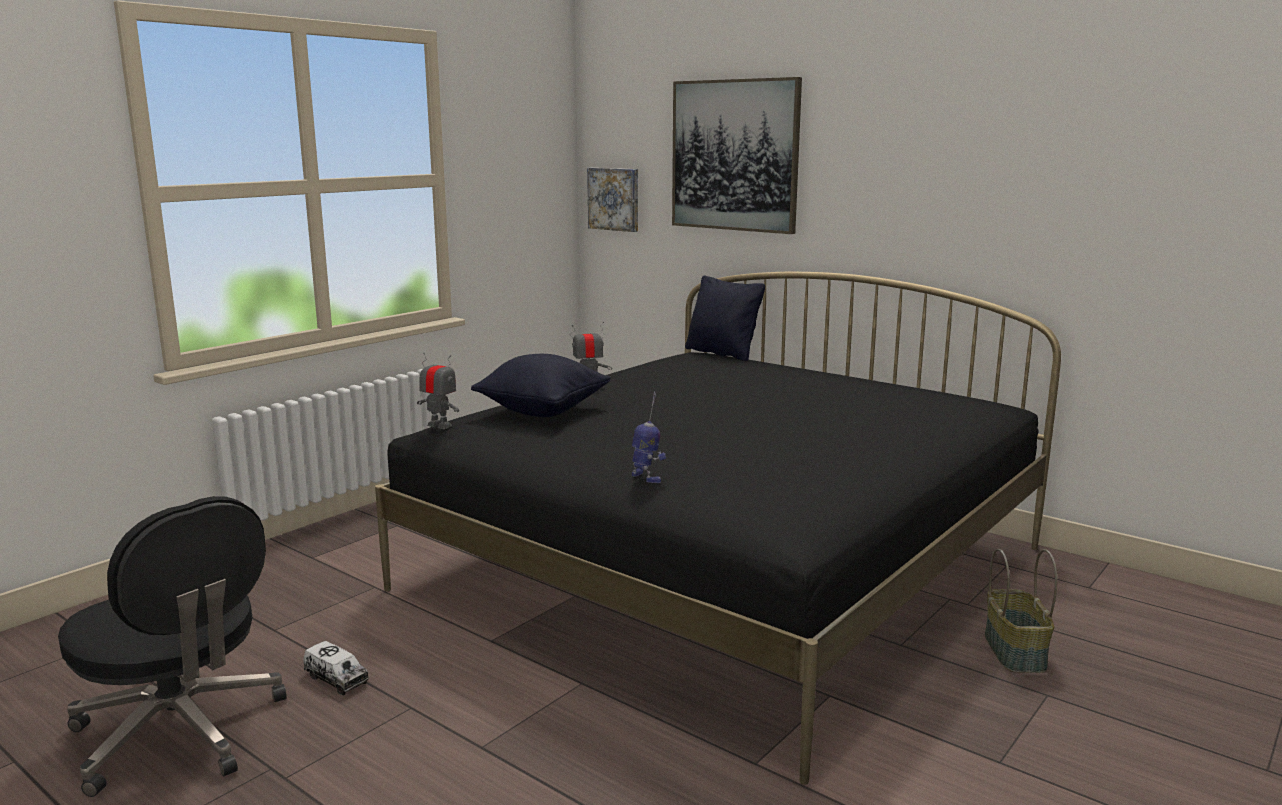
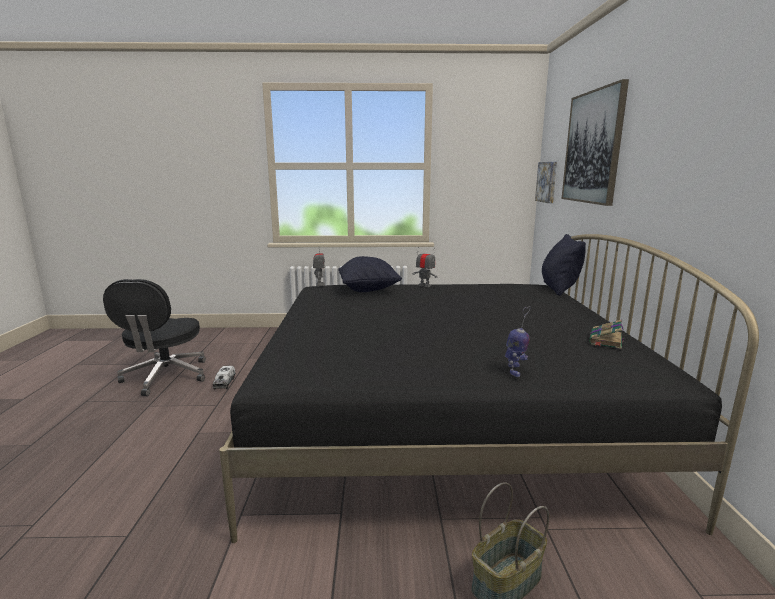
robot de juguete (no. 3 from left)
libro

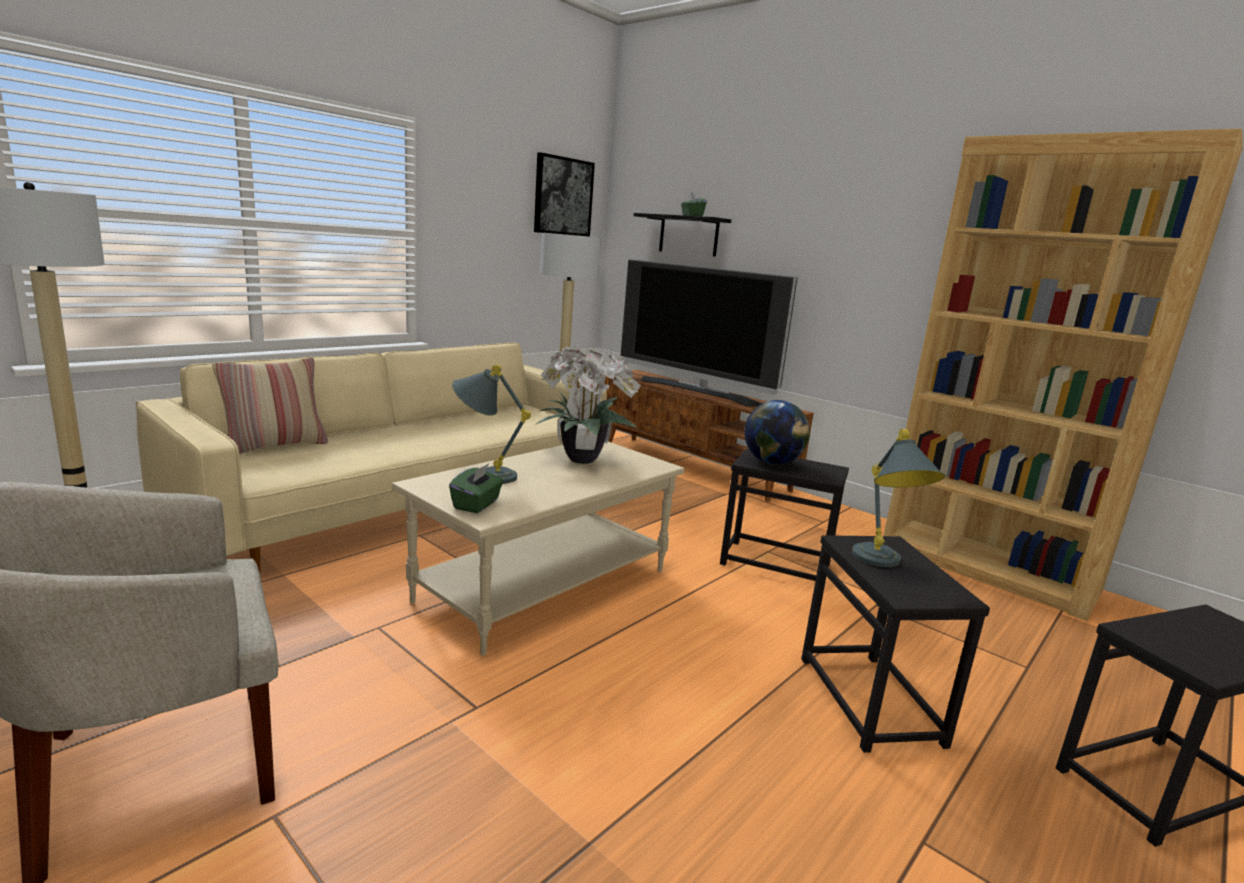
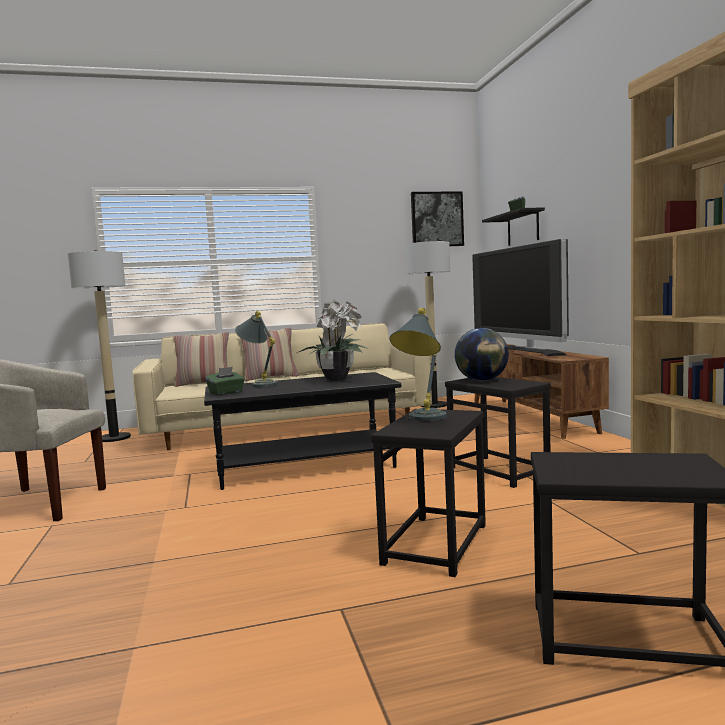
mesa de centro [negro]
cojín (no. 2 from left)

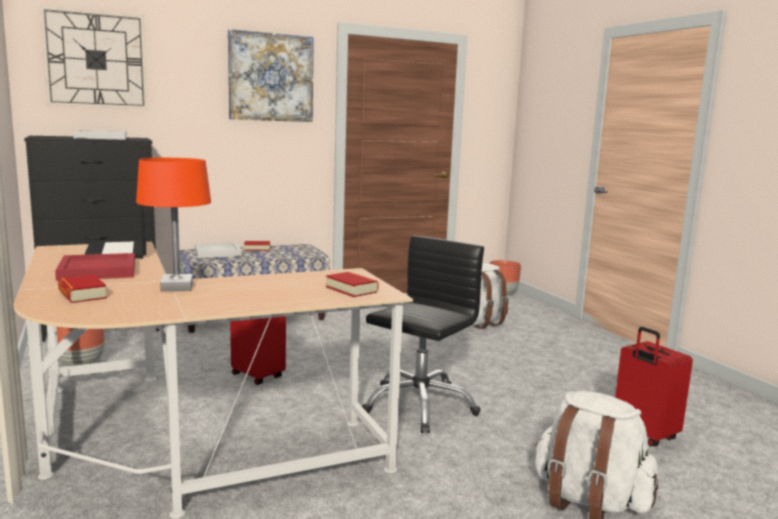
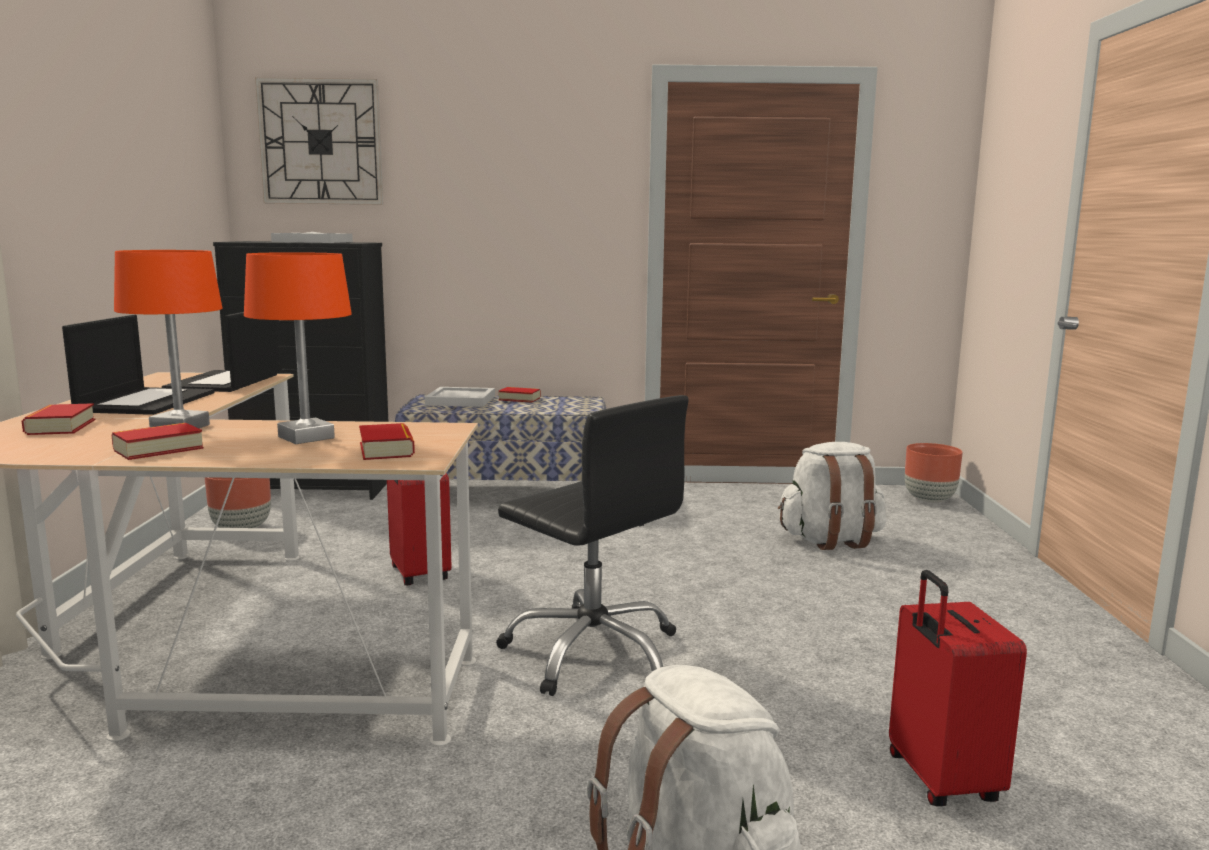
cuadro
silla de oficina [negro]
portátil (no. 1 from left)
lámpara de mesa [naranja] (no. 2 from left)
libro (no. 2 from left)

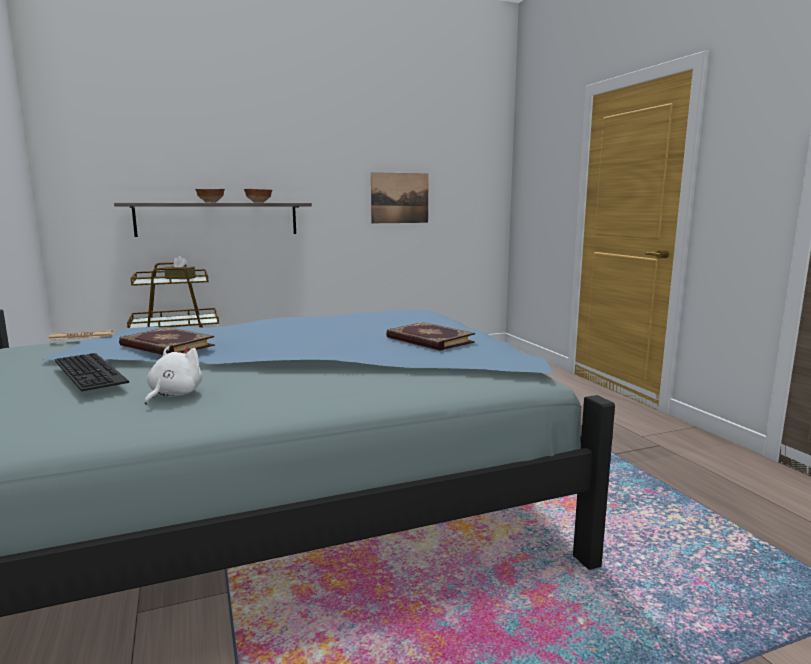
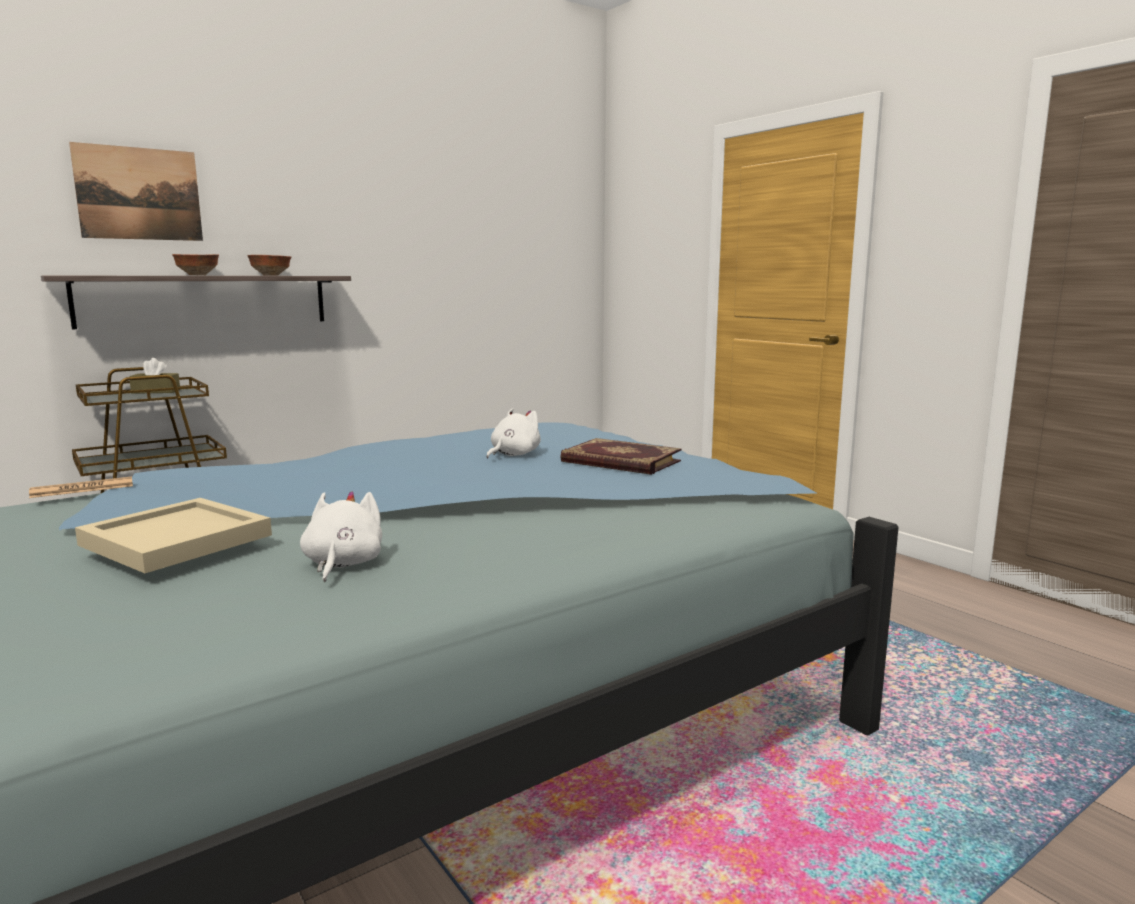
cuadro
libro (no. 1 from left in the first image)
bandeja [beis]
peluche [blanco] (no. 2 from left)

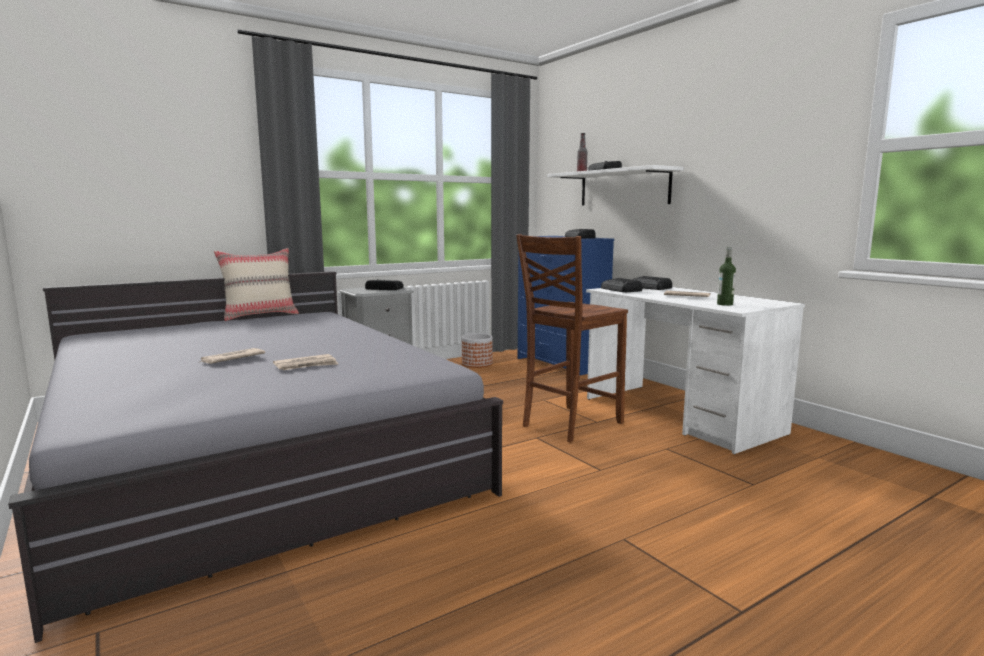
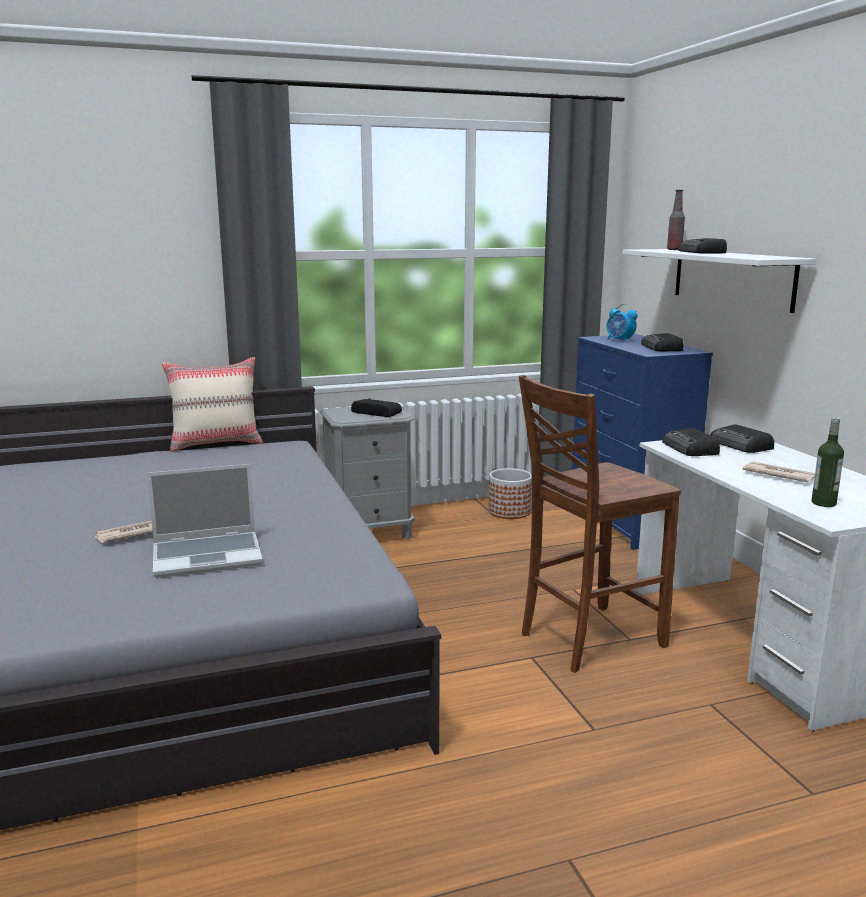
portátil
despertador

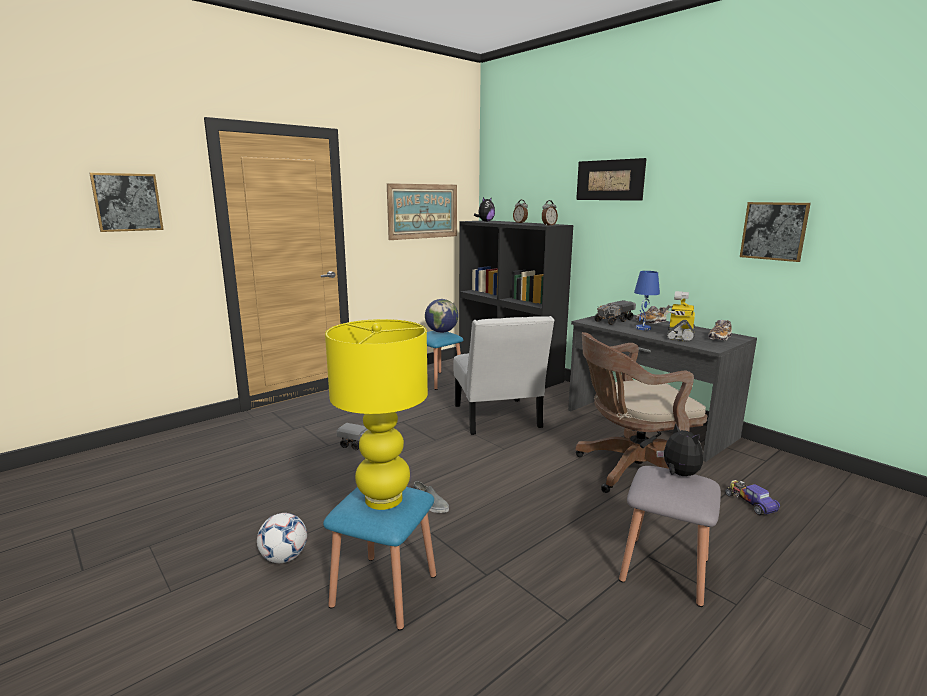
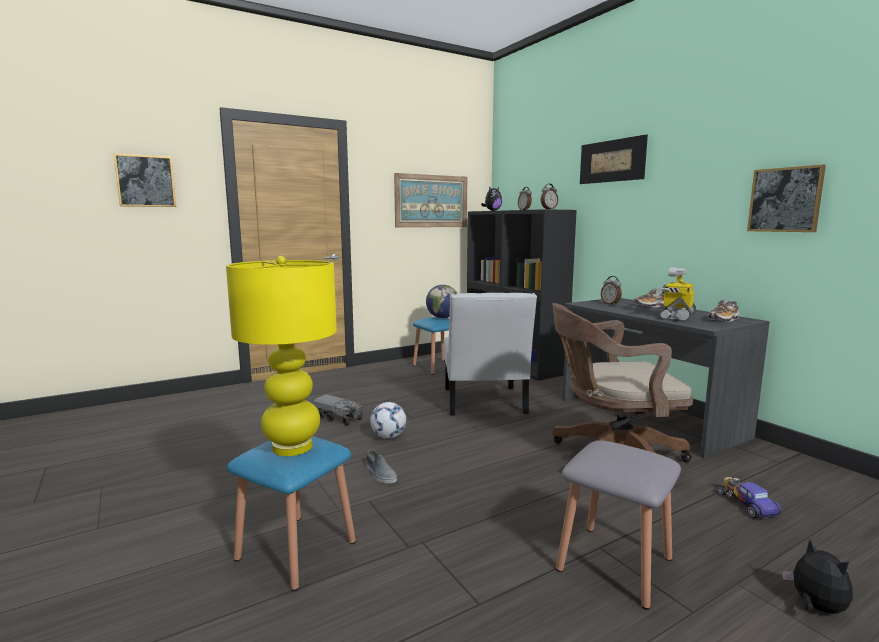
lámpara de mesa [azul]
despertador (no. 3 from left)
peluche (no. 2 from left)
balón de fútbol

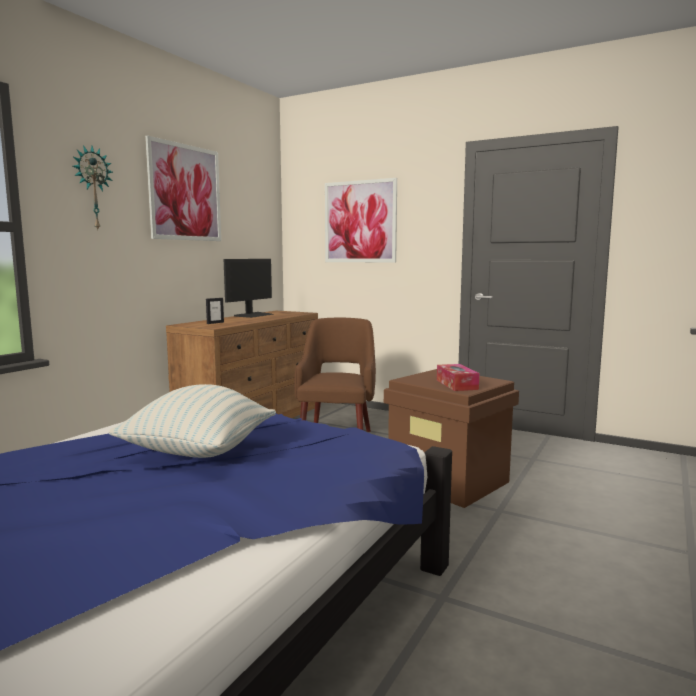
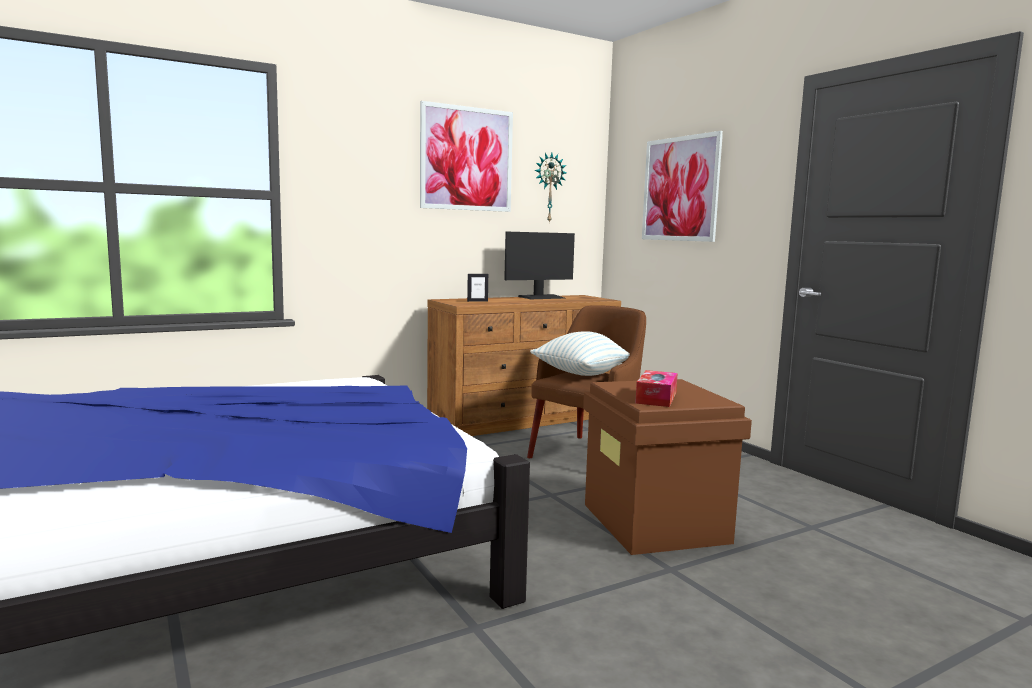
reloj de pared
cojín

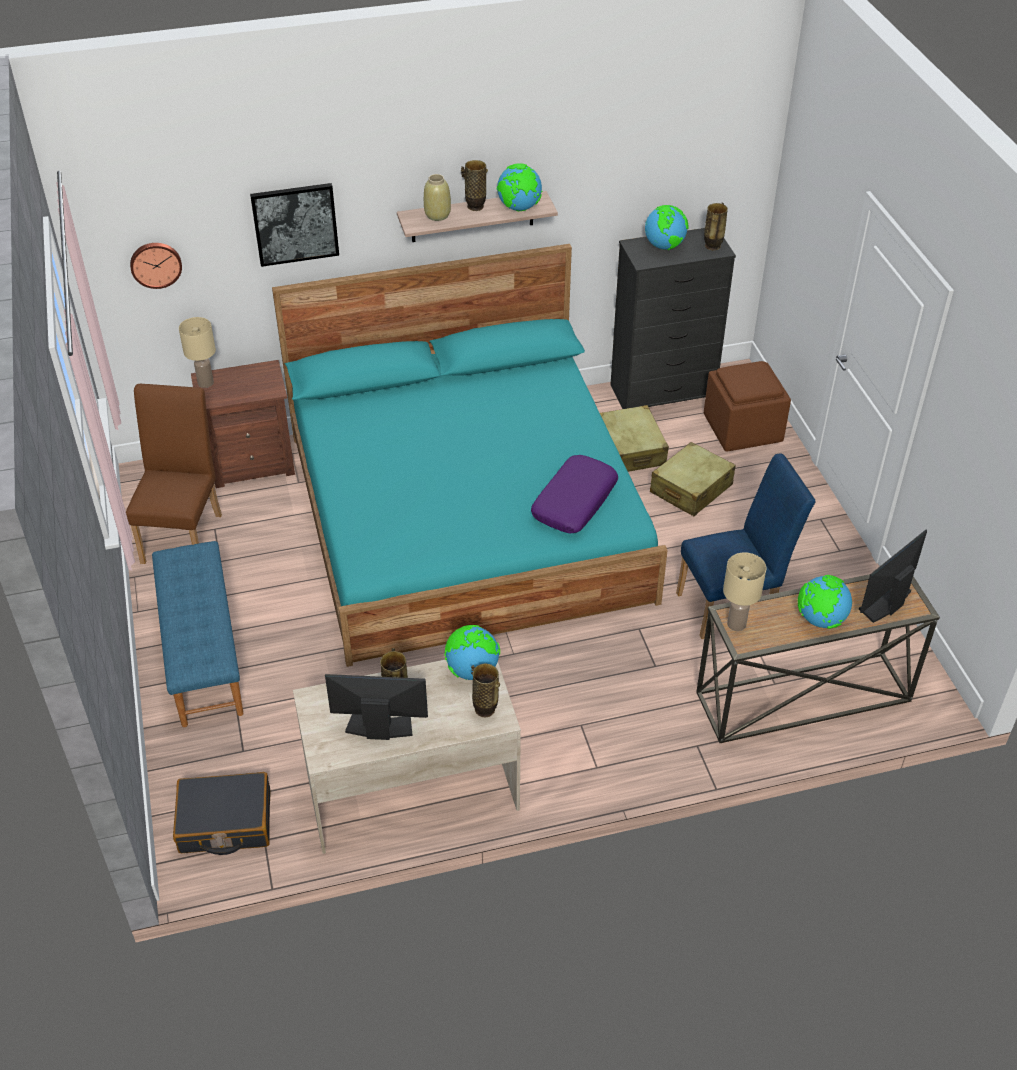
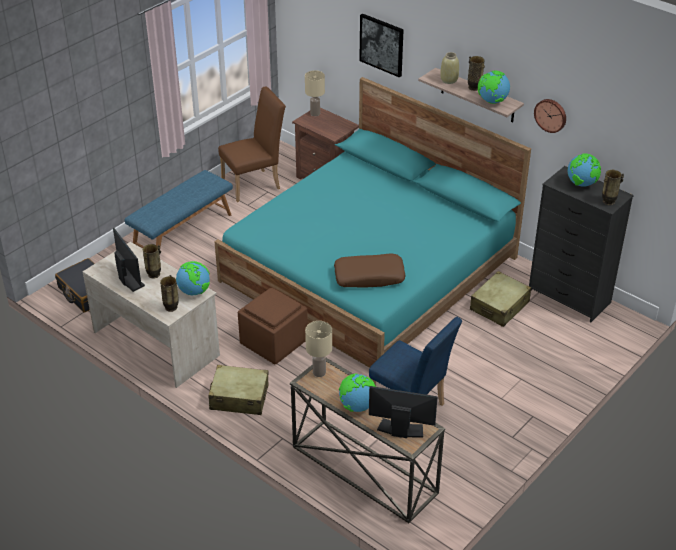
reloj de pared
puf [marrón]
maleta [beis] (no. 1 from left)
cojín [marrón]

